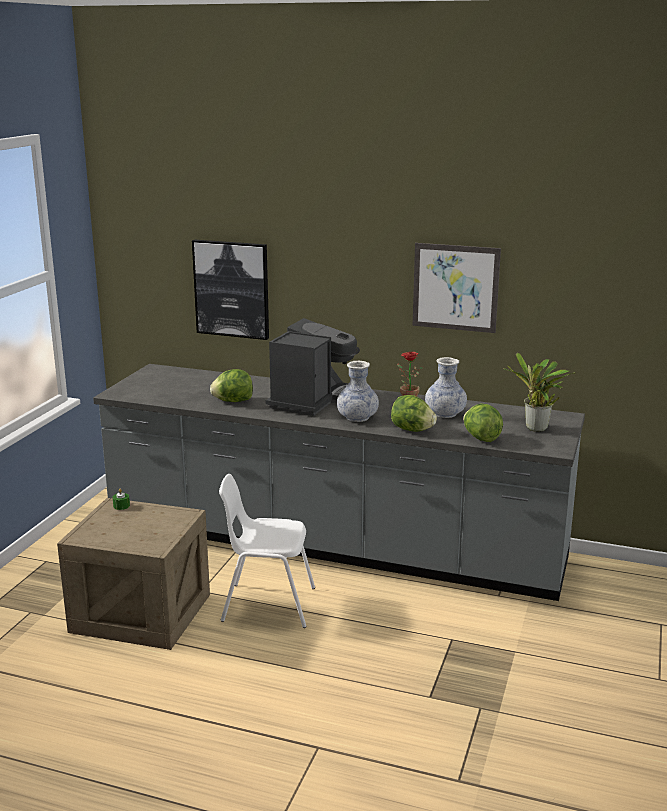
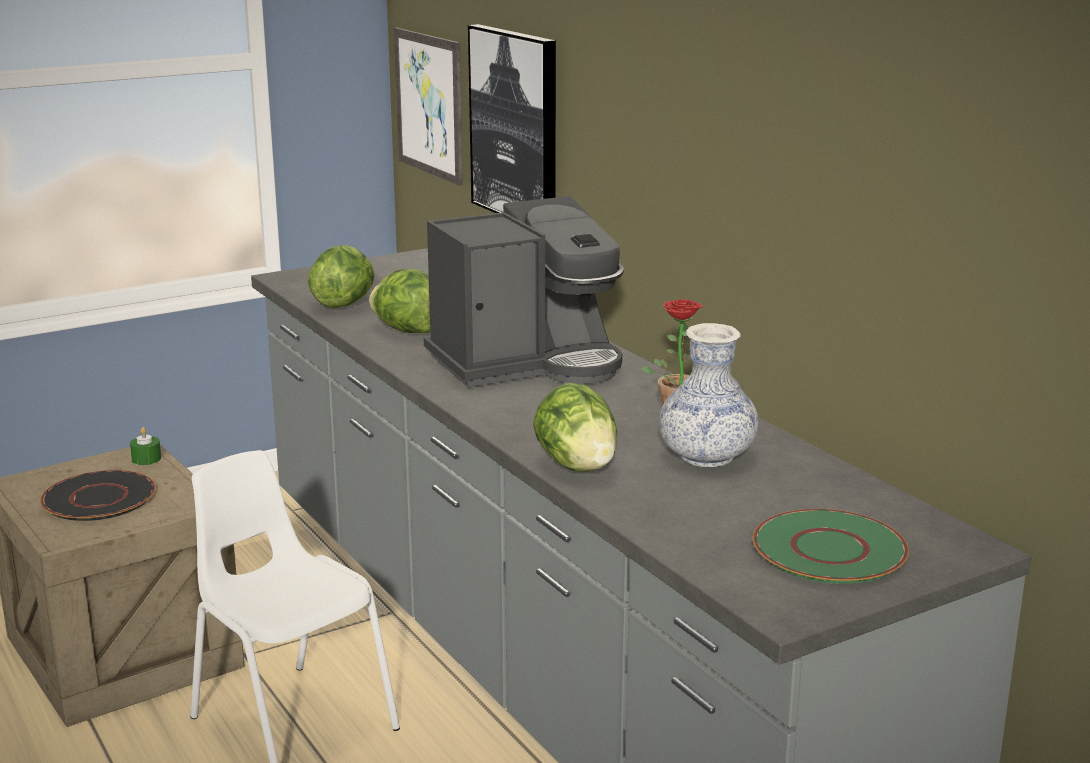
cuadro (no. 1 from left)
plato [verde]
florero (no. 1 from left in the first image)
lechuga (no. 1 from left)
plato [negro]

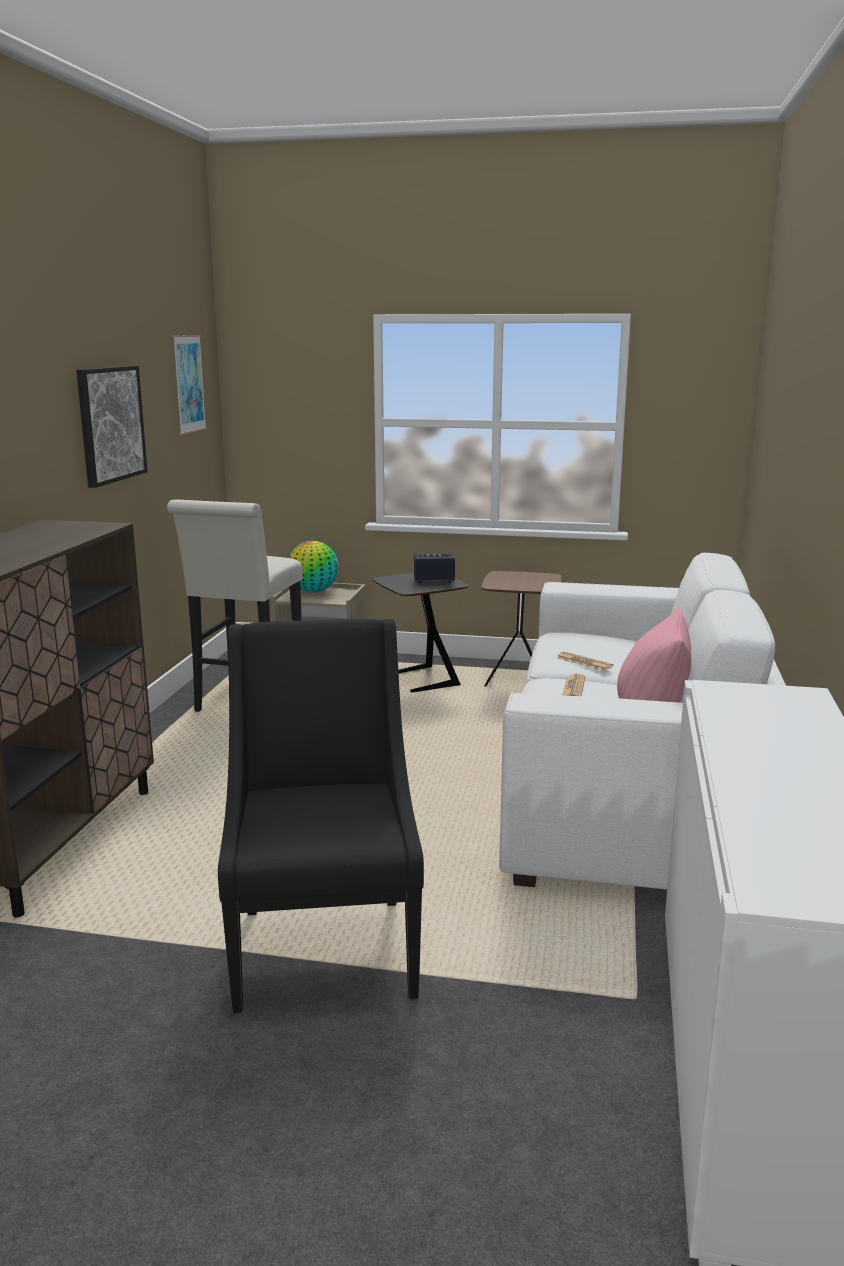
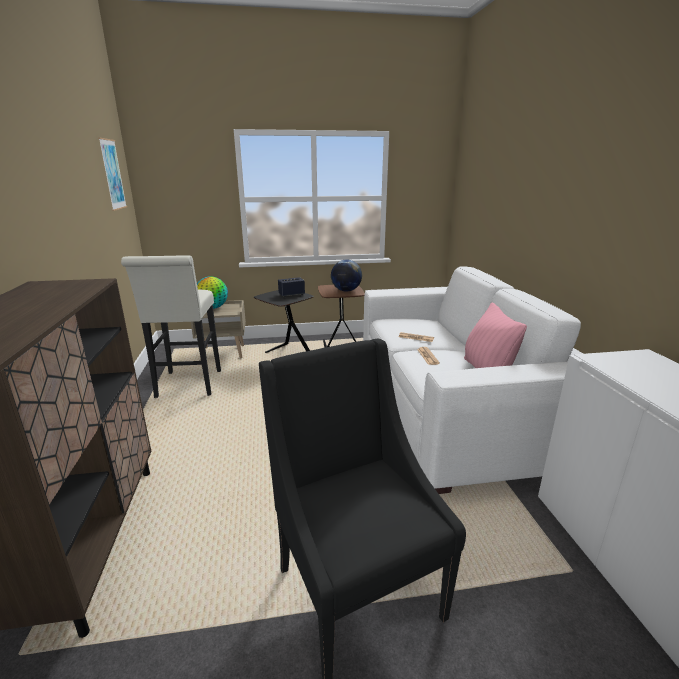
cuadro (no. 1 from left in the first image)
globo terráqueo (no. 2 from left)

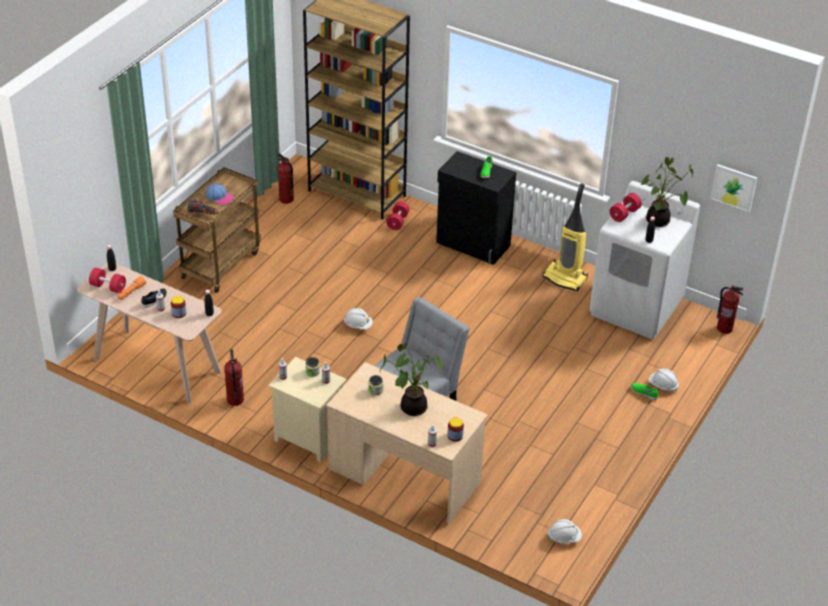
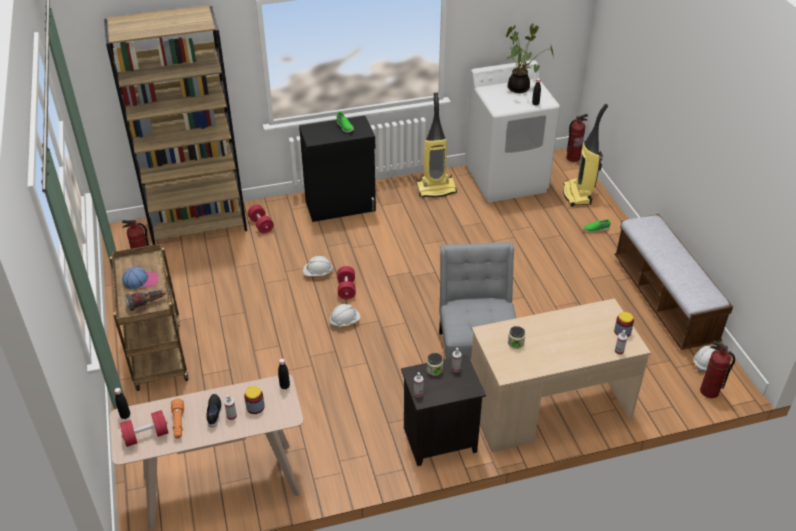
cuadro
mancuerna [rojo] (no. 3 from left)
planta en maceta (no. 1 from left in the first image)
extintor (no. 3 from left)
mesita de noche [negro]
casco [blanco] (no. 1 from left)
aspiradora (no. 2 from left)
banco

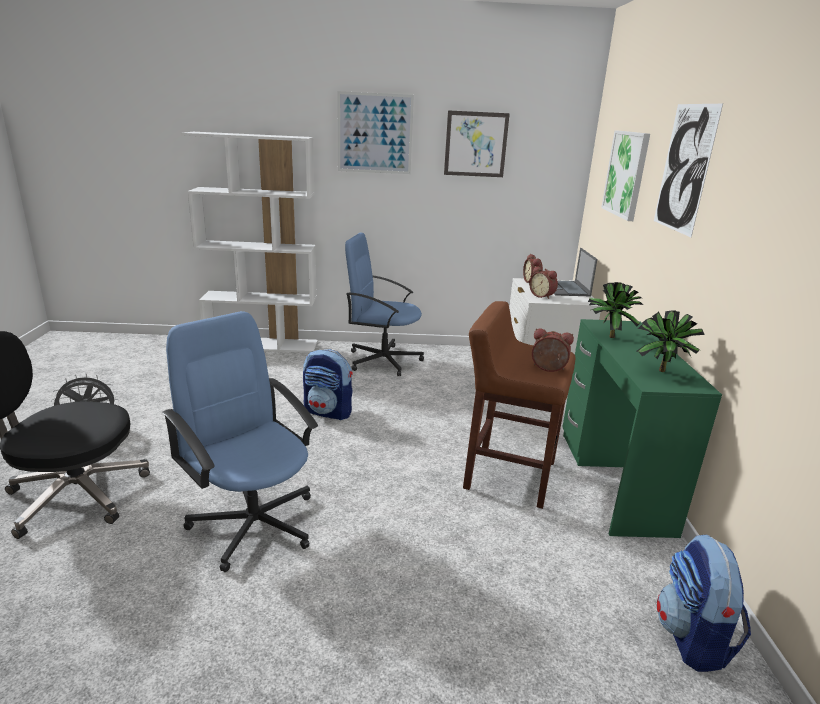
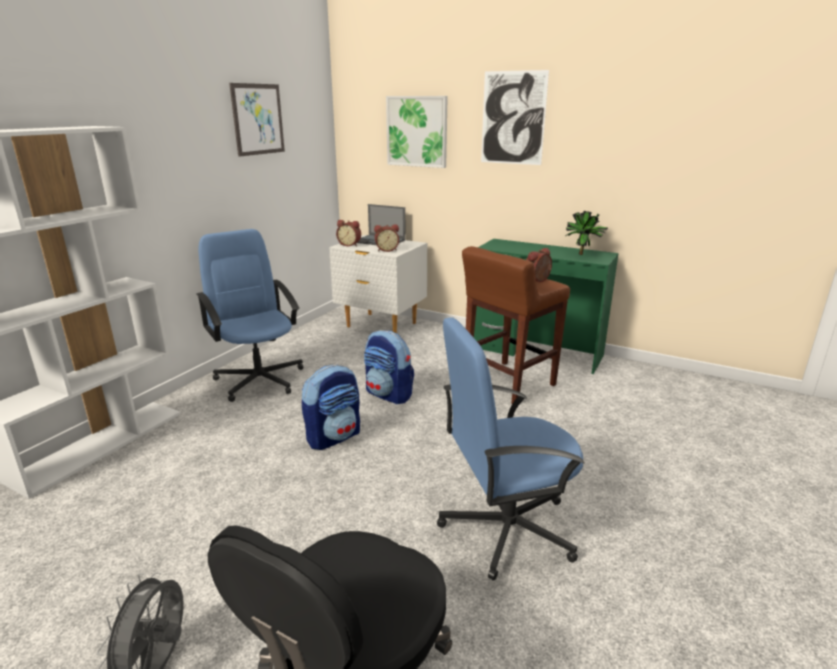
cuadro (no. 1 from left in the first image)
silla de oficina [azul] (no. 1 from left)
planta en maceta (no. 1 from left in the first image)
mochila (no. 2 from left)

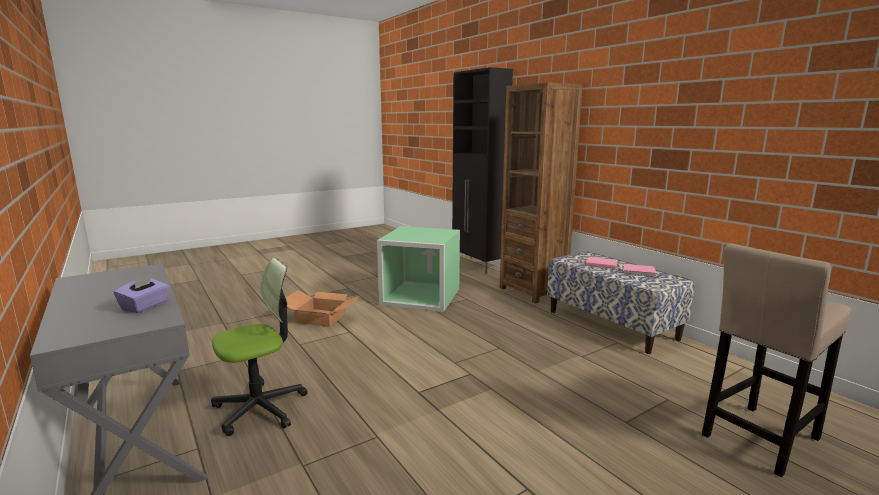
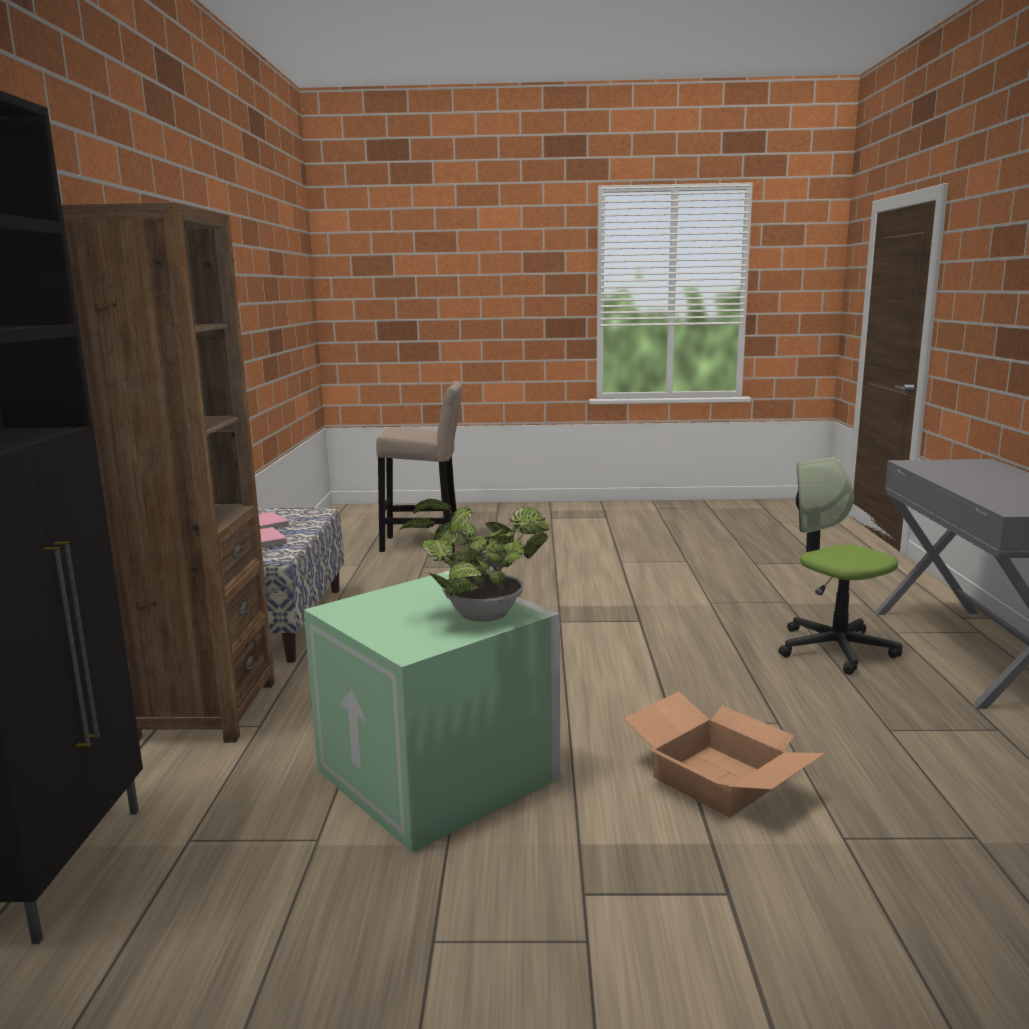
silla de oficina
caja de pañuelos [morado]
planta en maceta

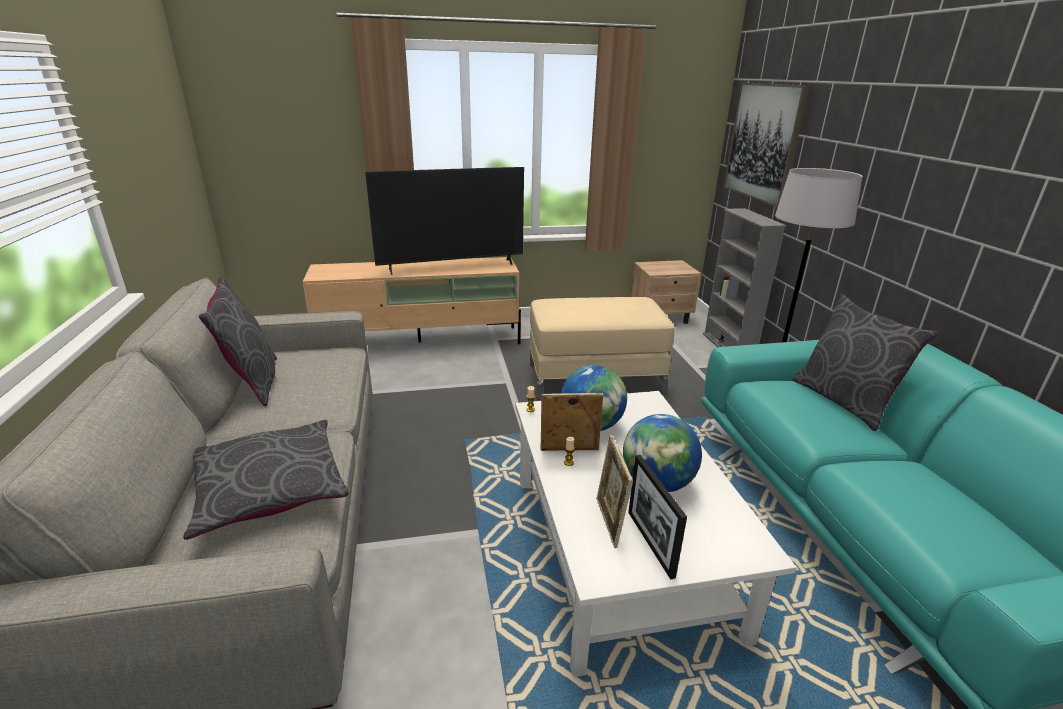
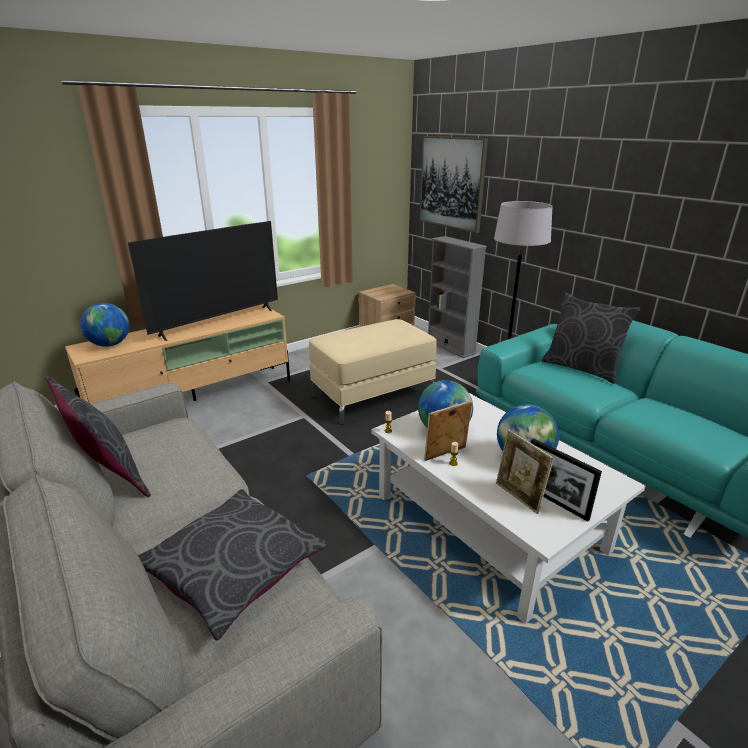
globo terráqueo (no. 1 from left)

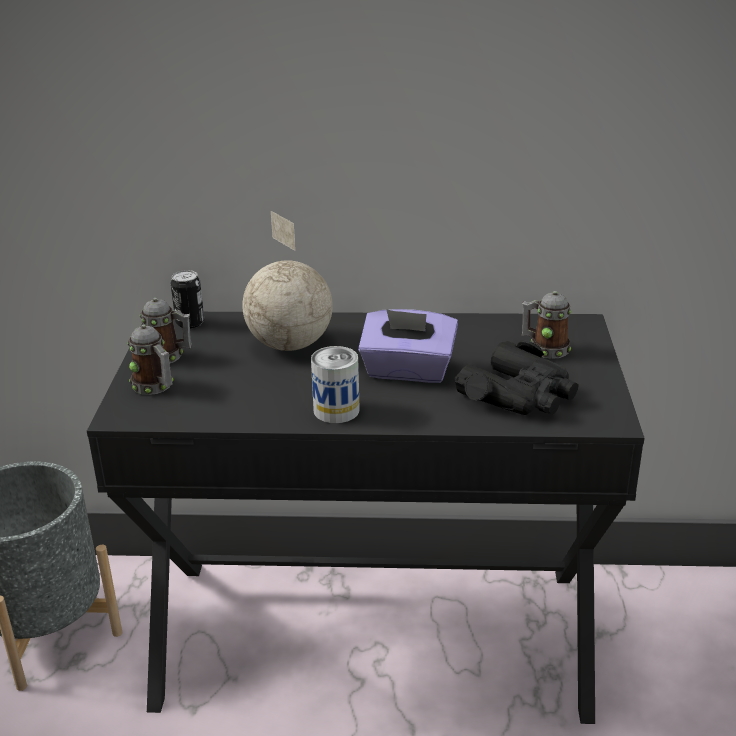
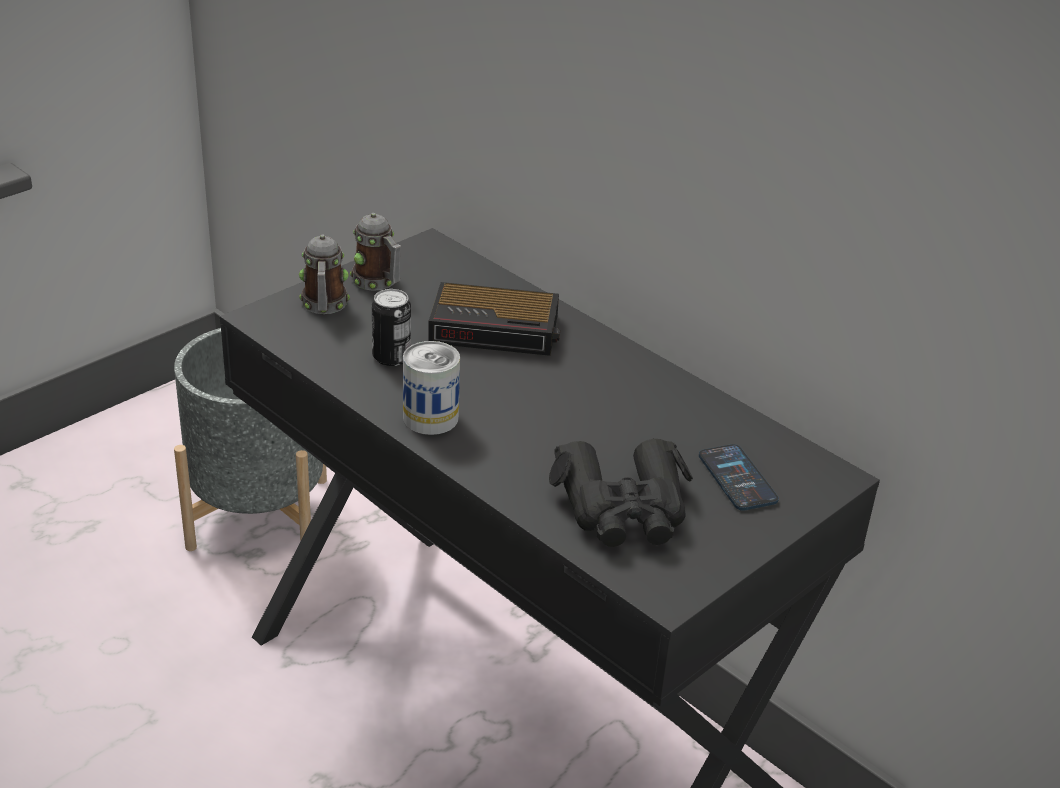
despertador
lata (no. 1 from left)
móvil
caja de pañuelos [morado]

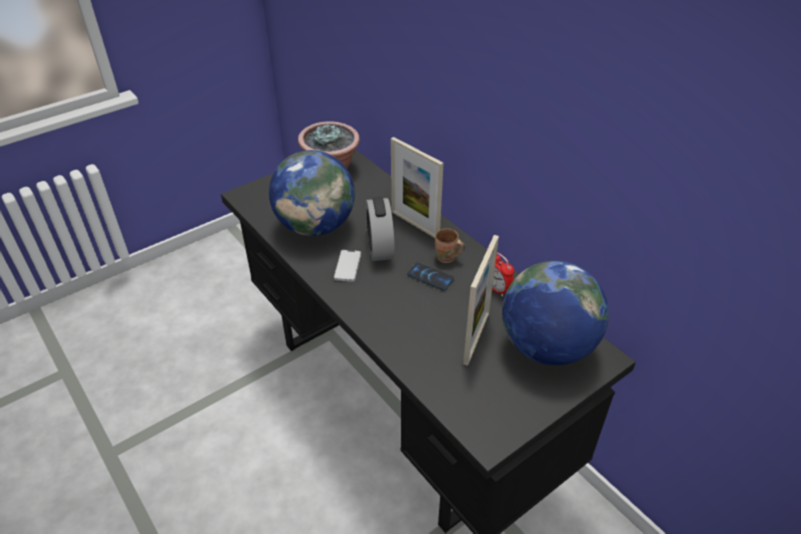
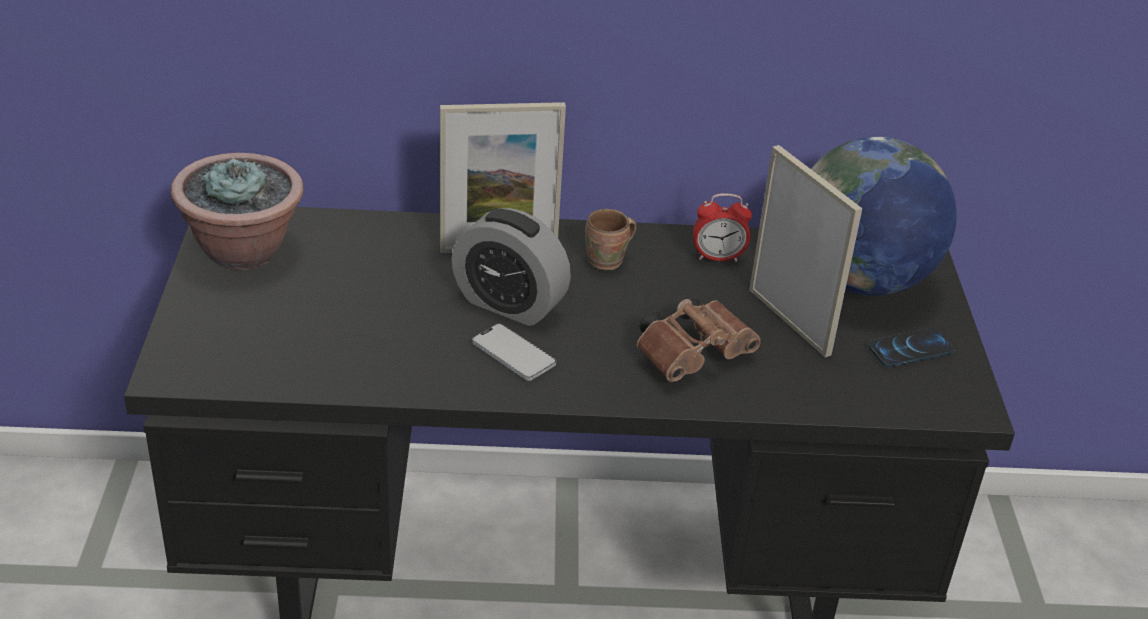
globo terráqueo (no. 1 from left in the first image)
móvil (no. 2 from left)
prismáticos [marrón]

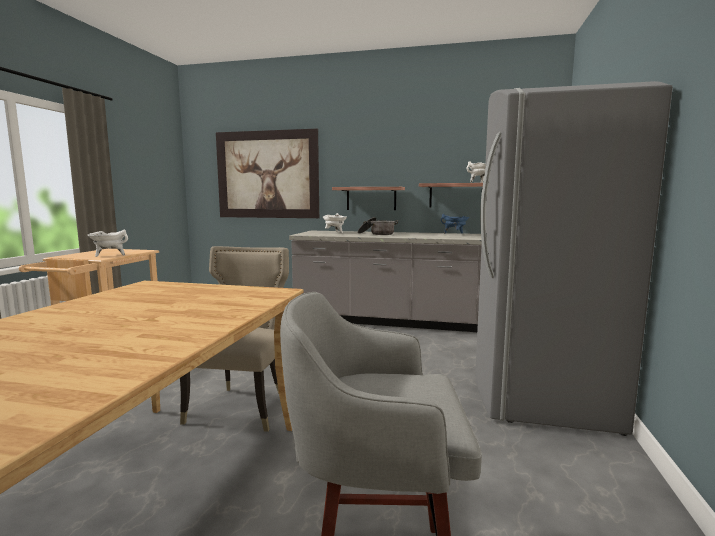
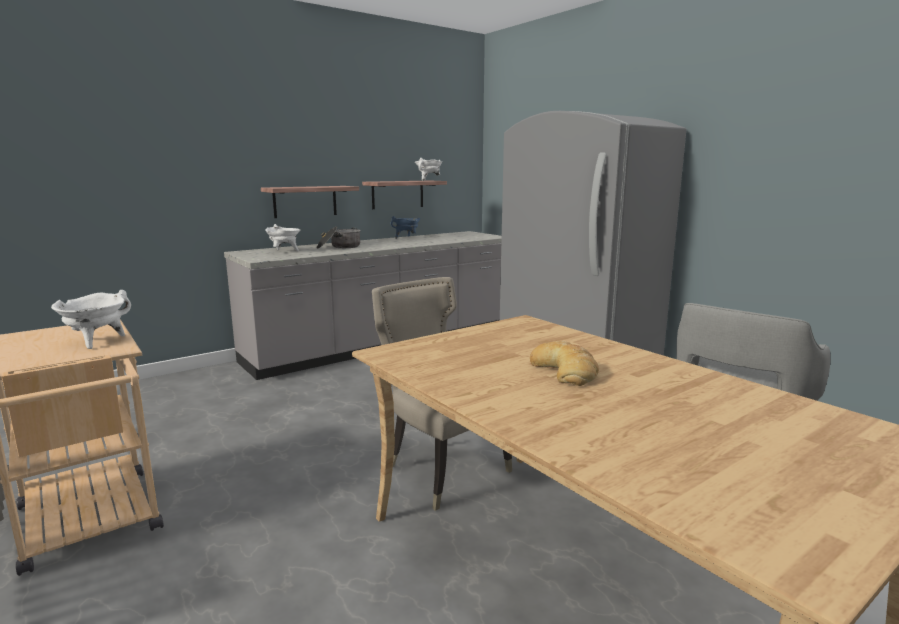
cuadro
pan

